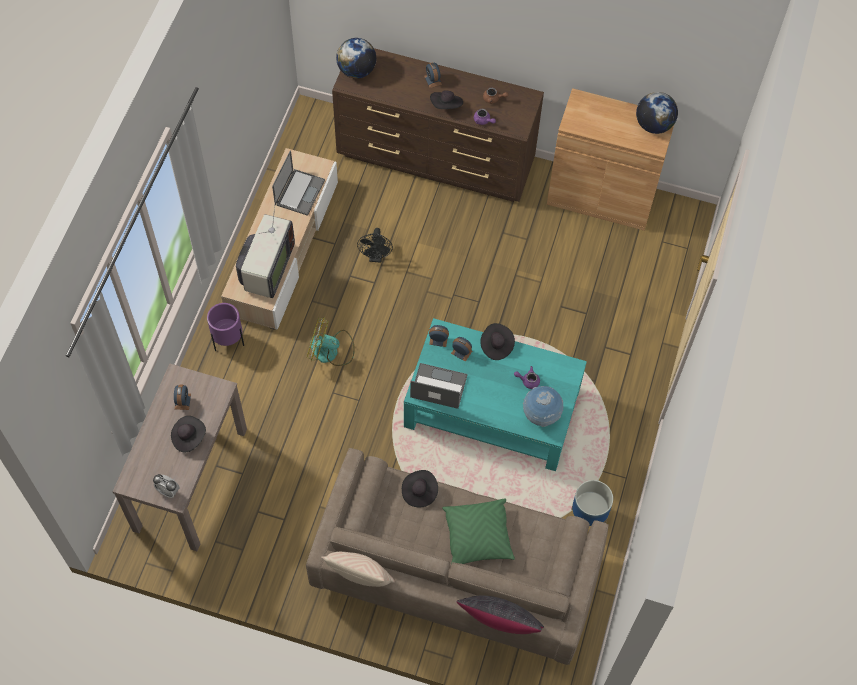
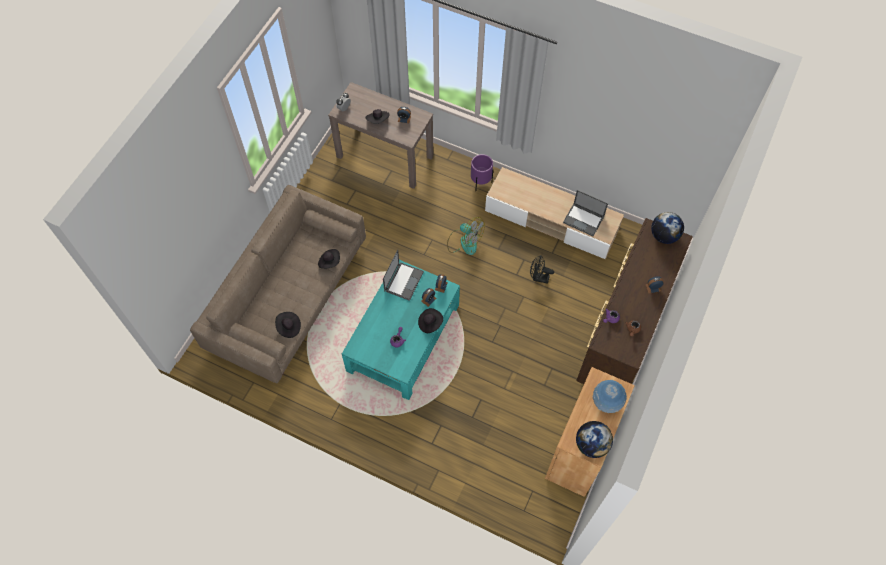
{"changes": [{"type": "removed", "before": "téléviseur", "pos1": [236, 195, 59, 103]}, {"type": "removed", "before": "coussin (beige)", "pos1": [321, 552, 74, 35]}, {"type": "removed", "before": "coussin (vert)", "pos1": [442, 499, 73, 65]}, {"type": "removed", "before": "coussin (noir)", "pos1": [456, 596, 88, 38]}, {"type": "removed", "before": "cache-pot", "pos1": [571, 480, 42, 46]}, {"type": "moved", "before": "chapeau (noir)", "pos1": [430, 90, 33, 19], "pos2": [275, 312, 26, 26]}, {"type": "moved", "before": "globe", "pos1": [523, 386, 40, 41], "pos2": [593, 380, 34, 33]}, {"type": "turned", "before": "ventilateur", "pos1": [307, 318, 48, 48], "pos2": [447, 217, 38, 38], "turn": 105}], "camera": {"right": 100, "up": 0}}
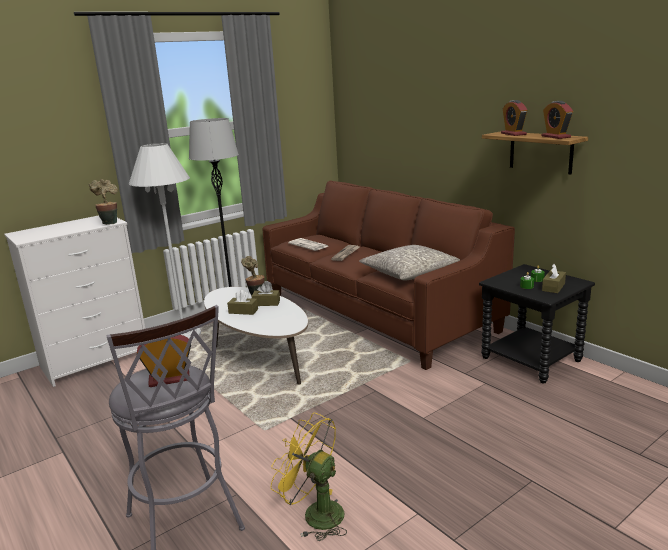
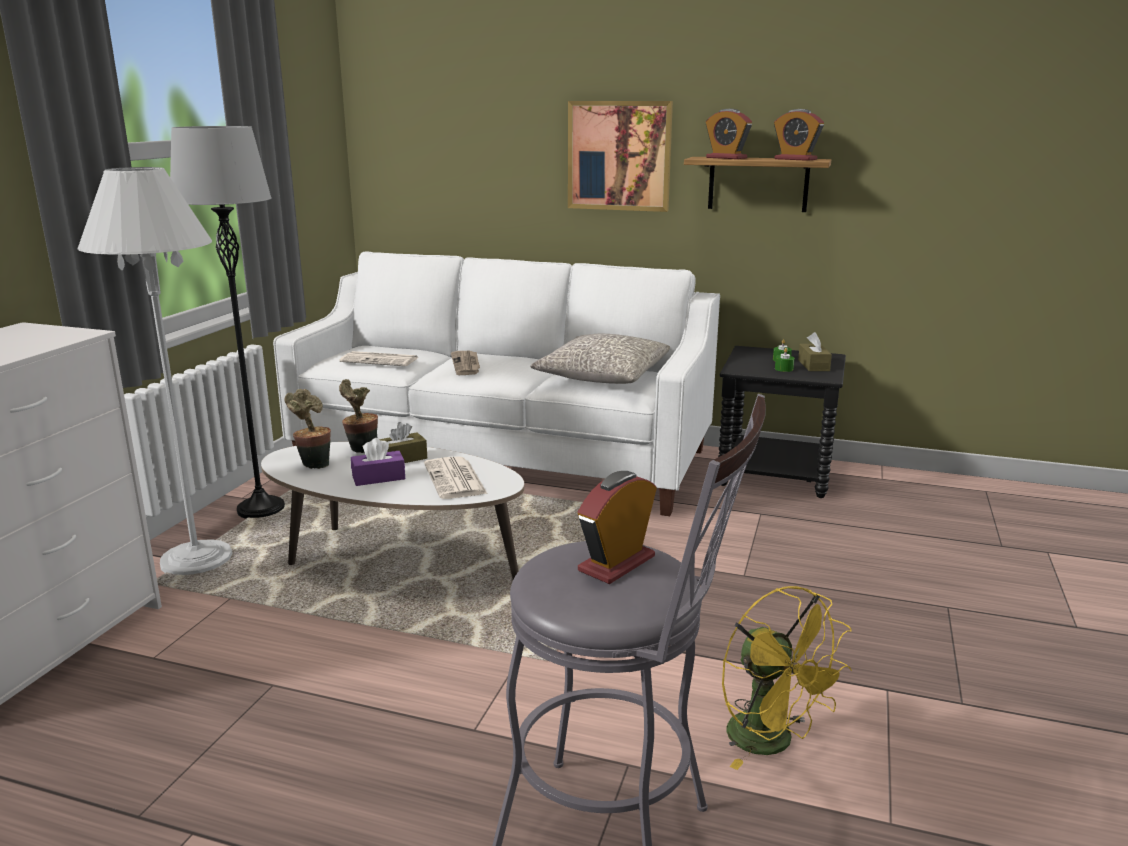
{"changes": [{"type": "added", "after": "journal", "pos2": [424, 456, 63, 43]}, {"type": "added", "after": "tableau", "pos2": [568, 101, 105, 111]}, {"type": "moved", "before": "plante en pot", "pos1": [89, 179, 29, 46], "pos2": [284, 389, 47, 80]}, {"type": "recoloured", "before": "boîte à mouchoirs (marron)", "after": "boîte à mouchoirs (violet)", "pos1": [227, 290, 31, 25], "pos2": [351, 438, 54, 48]}, {"type": "recoloured", "before": "canapé (marron)", "after": "canapé (blanc)", "pos1": [262, 181, 253, 189], "pos2": [273, 251, 447, 265]}, {"type": "turned", "before": "ventilateur (jaune)", "pos1": [271, 413, 76, 128], "pos2": [722, 586, 130, 184], "turn": -120}], "camera": {"right": -35, "up": 0}}
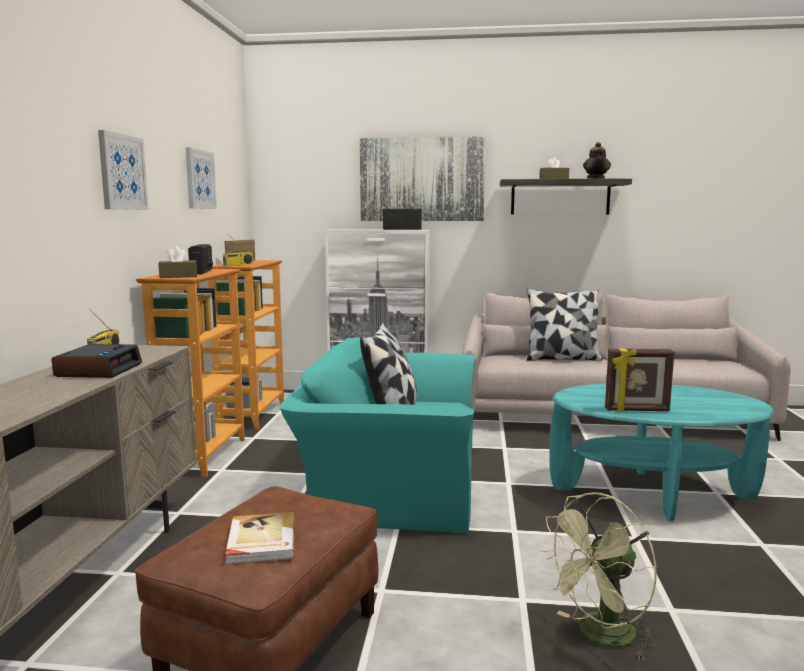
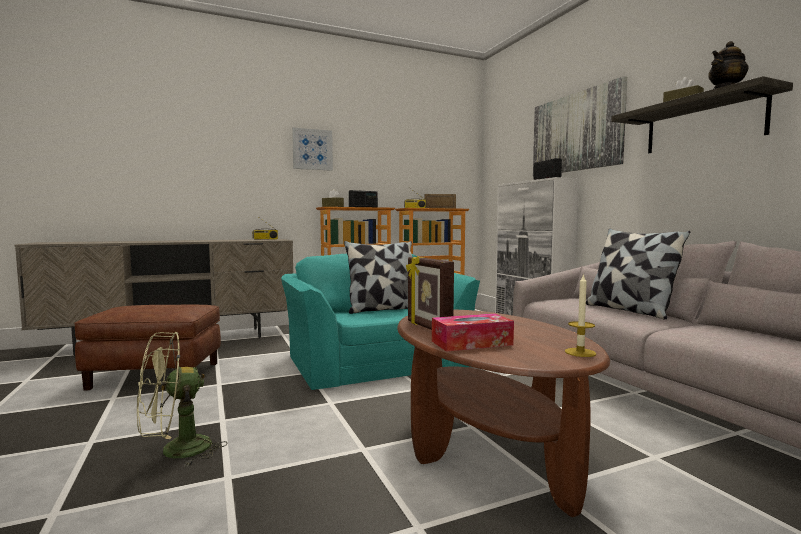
{"changes": [{"type": "removed", "before": "réveil", "pos1": [51, 344, 91, 34]}, {"type": "removed", "before": "tableau", "pos1": [186, 147, 31, 62]}, {"type": "removed", "before": "livre", "pos1": [225, 512, 70, 53]}, {"type": "added", "after": "boîte à mouchoirs", "pos2": [432, 313, 82, 39]}, {"type": "added", "after": "bougie", "pos2": [565, 273, 31, 84]}, {"type": "recoloured", "before": "table basse (turquoise)", "after": "table basse (marron)", "pos1": [549, 384, 225, 137], "pos2": [397, 310, 213, 207]}, {"type": "turned", "before": "ventilateur (vert)", "pos1": [540, 492, 117, 169], "pos2": [137, 332, 90, 135], "turn": -60}], "camera": {"right": 60, "up": -5}}
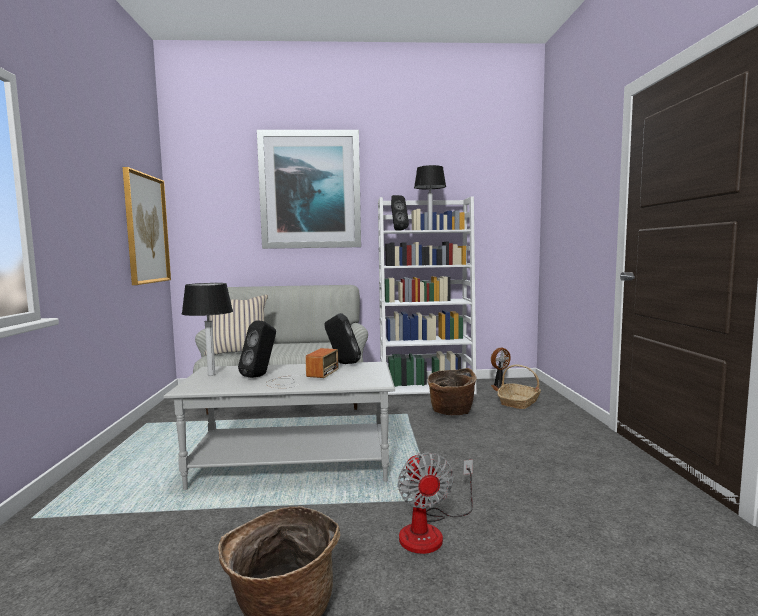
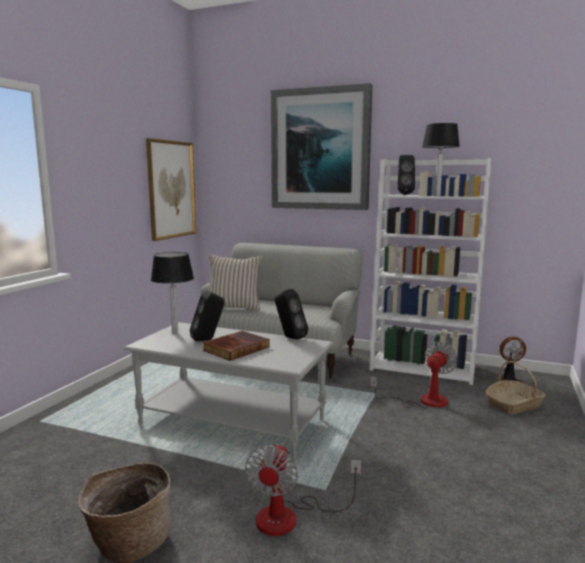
{"changes": [{"type": "replaced", "before": "radio", "after": "livre", "pos1": [266, 348, 72, 40], "pos2": [203, 331, 66, 30]}, {"type": "replaced", "before": "panier", "after": "ventilateur", "pos1": [427, 368, 50, 47], "pos2": [370, 342, 88, 66]}], "camera": {"right": 25, "up": 5}}
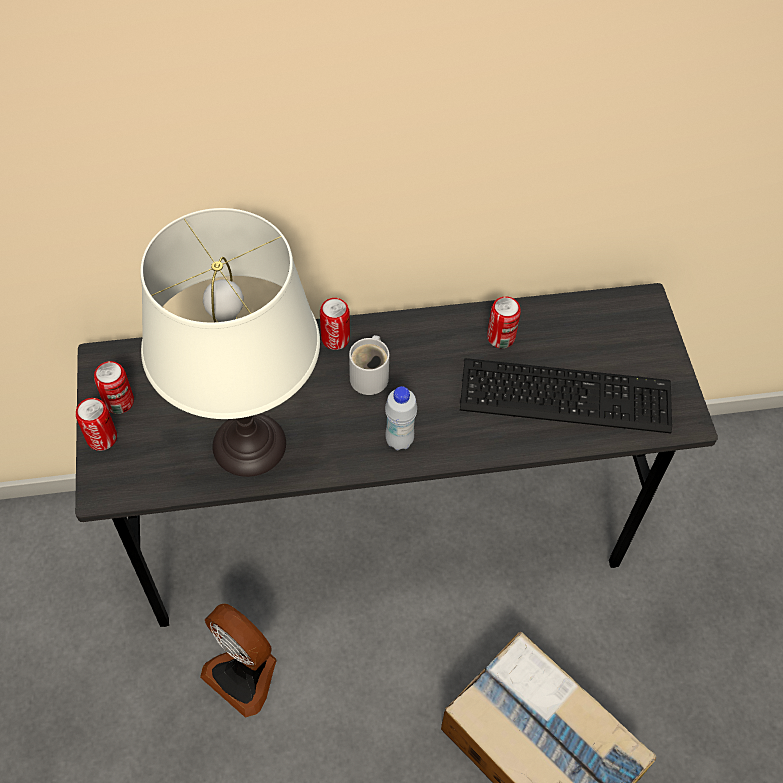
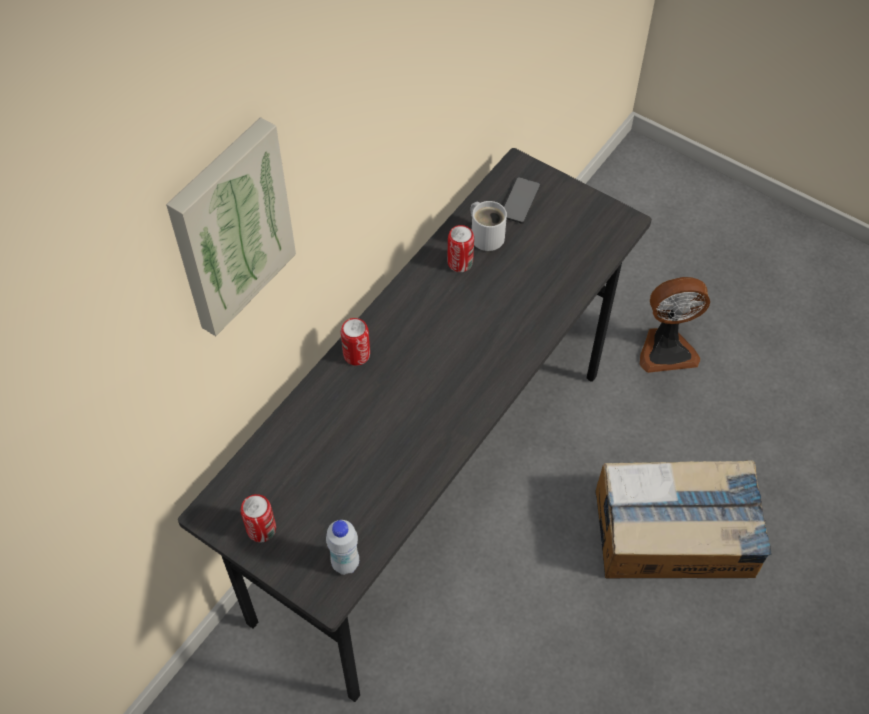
{"changes": [{"type": "removed", "before": "boîte métallique", "pos1": [76, 398, 41, 53]}, {"type": "removed", "before": "lampe de table (blanc)", "pos1": [140, 208, 180, 269]}, {"type": "removed", "before": "clavier", "pos1": [460, 358, 212, 75]}, {"type": "added", "after": "tableau", "pos2": [166, 117, 130, 219]}, {"type": "added", "after": "téléphone", "pos2": [504, 177, 36, 47]}, {"type": "moved", "before": "ventilateur", "pos1": [200, 604, 77, 114], "pos2": [640, 277, 70, 96]}, {"type": "moved", "before": "mug (blanc)", "pos1": [349, 335, 40, 60], "pos2": [471, 201, 36, 50]}, {"type": "moved", "before": "bouteille (blanc)", "pos1": [385, 386, 32, 64], "pos2": [326, 520, 33, 55]}], "camera": {"right": -45, "up": 0}}
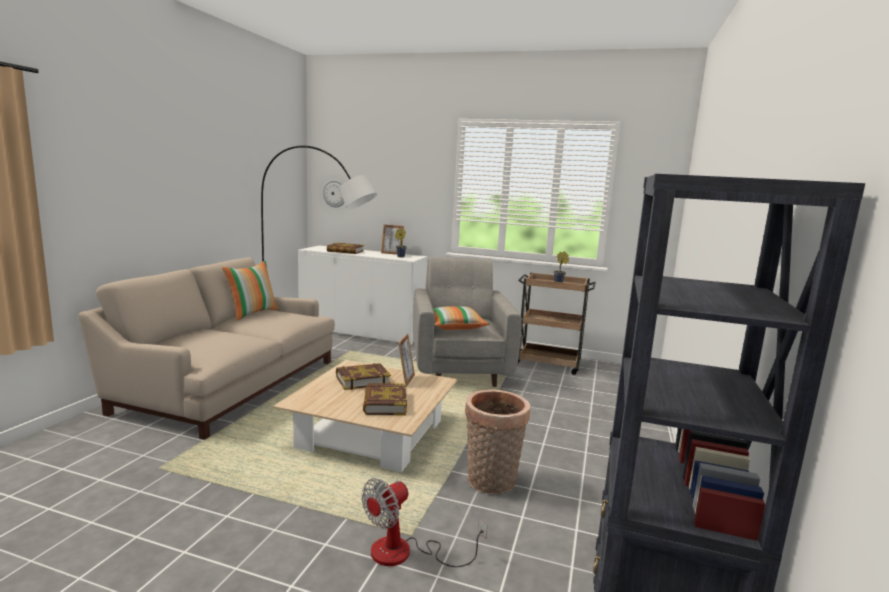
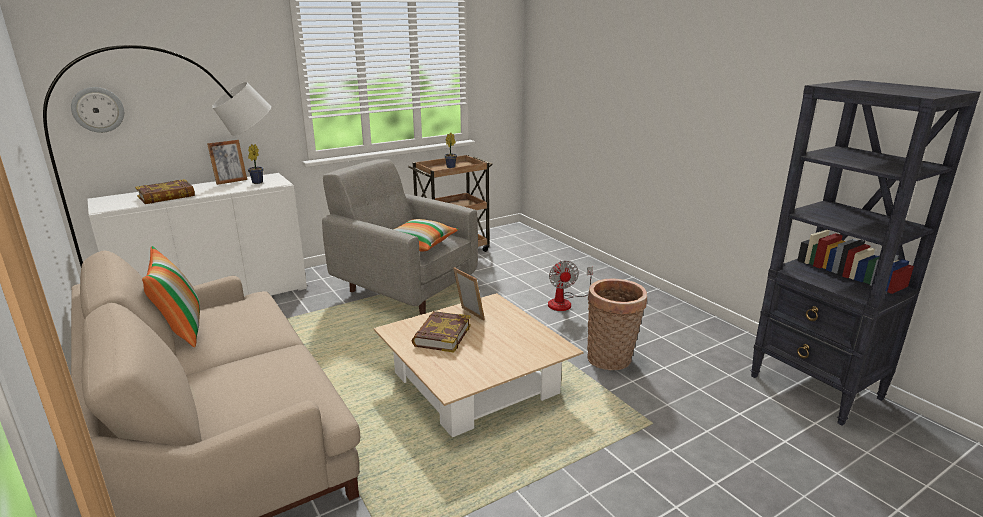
{"changes": [{"type": "removed", "before": "livre", "pos1": [363, 383, 44, 32]}, {"type": "moved", "before": "ventilateur", "pos1": [361, 478, 126, 89], "pos2": [548, 261, 45, 50]}], "camera": {"right": -50, "up": 10}}
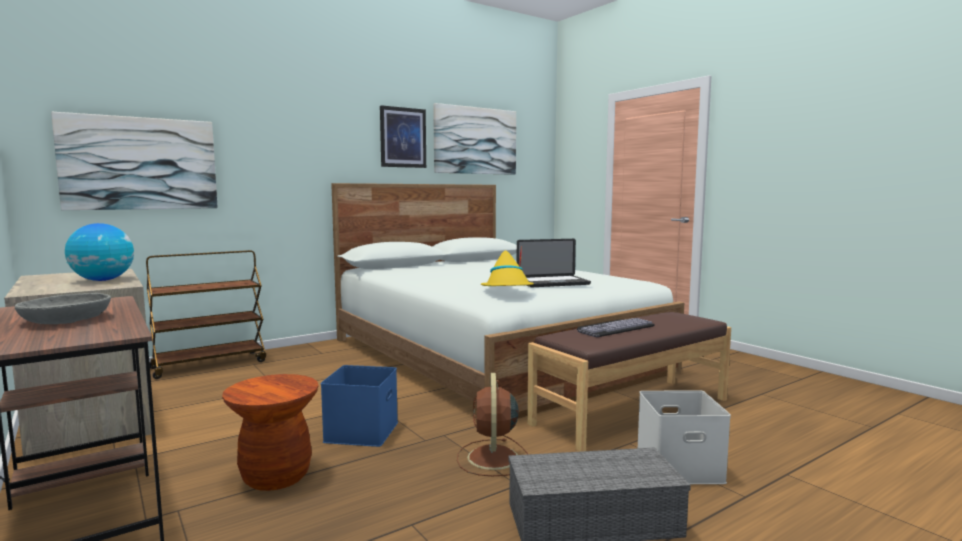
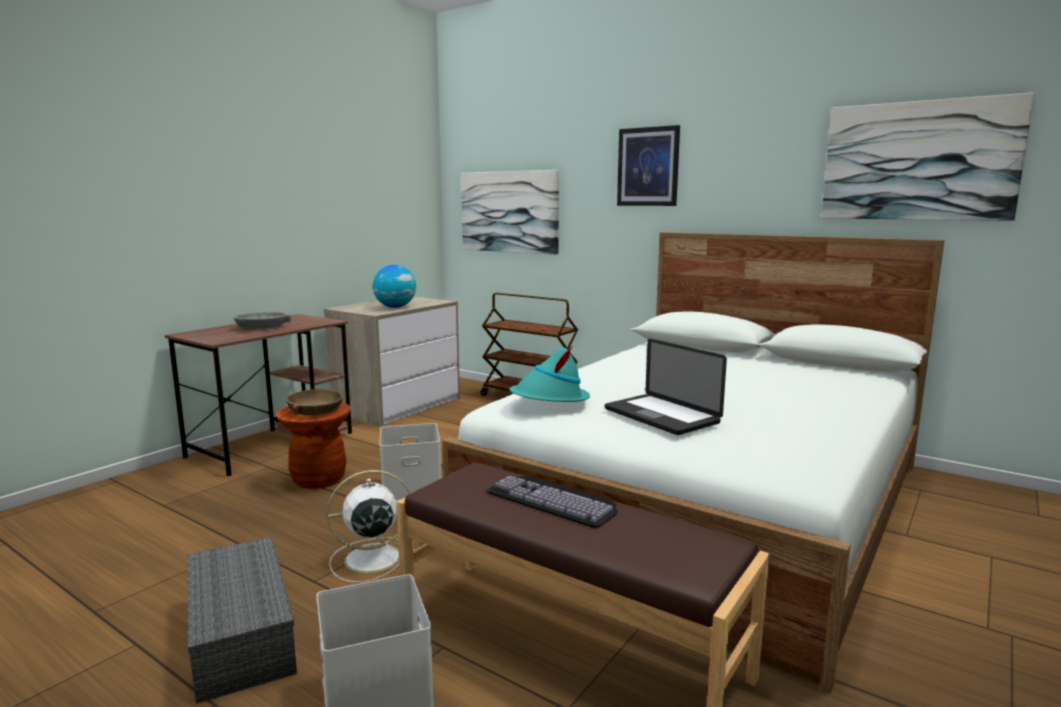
{"changes": [{"type": "added", "after": "bol (marron)", "pos2": [286, 389, 57, 26]}, {"type": "moved", "before": "tableau", "pos1": [380, 105, 46, 63], "pos2": [617, 125, 63, 81]}, {"type": "recoloured", "before": "boîte de rangement (bleu)", "after": "boîte de rangement (blanc)", "pos1": [321, 365, 77, 82], "pos2": [380, 423, 61, 78]}, {"type": "recoloured", "before": "ventilateur (marron)", "after": "ventilateur (blanc)", "pos1": [457, 373, 71, 103], "pos2": [327, 470, 87, 113]}, {"type": "recoloured", "before": "chapeau (jaune)", "after": "chapeau (turquoise)", "pos1": [481, 251, 53, 35], "pos2": [509, 345, 81, 57]}], "camera": {"right": 70, "up": 5}}
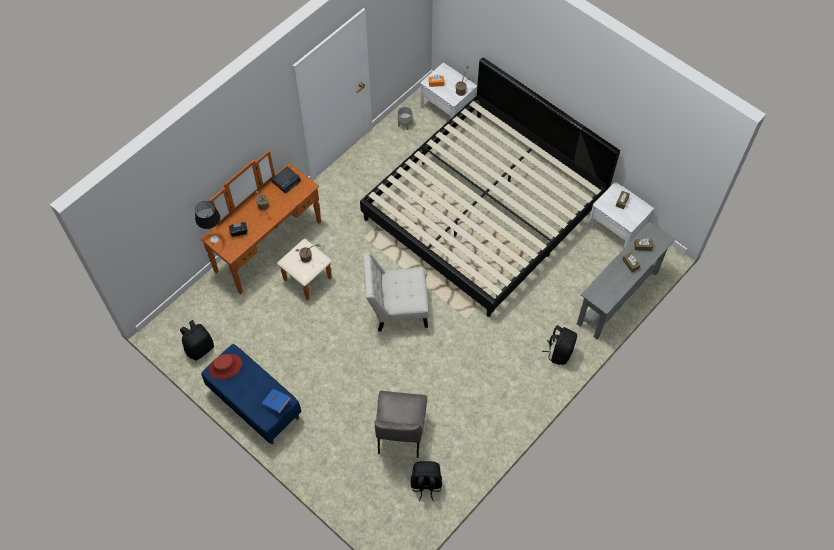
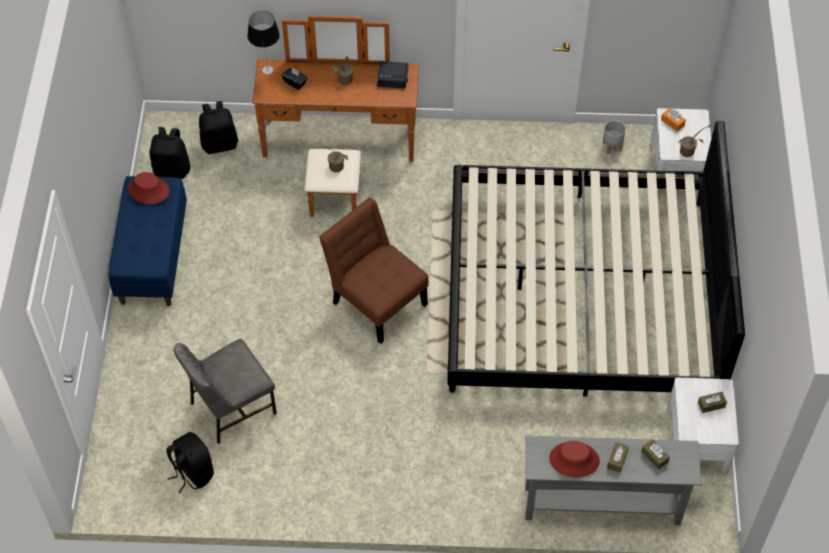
{"changes": [{"type": "removed", "before": "livre (bleu)", "pos1": [262, 389, 29, 24]}, {"type": "added", "after": "chapeau (rouge)", "pos2": [549, 441, 51, 36]}, {"type": "moved", "before": "sac à dos (noir)", "pos1": [542, 325, 35, 40], "pos2": [199, 101, 39, 53]}, {"type": "recoloured", "before": "chaise (blanc)", "after": "chaise (marron)", "pos1": [363, 252, 66, 80], "pos2": [319, 197, 110, 147]}], "camera": {"right": 50, "up": -5}}
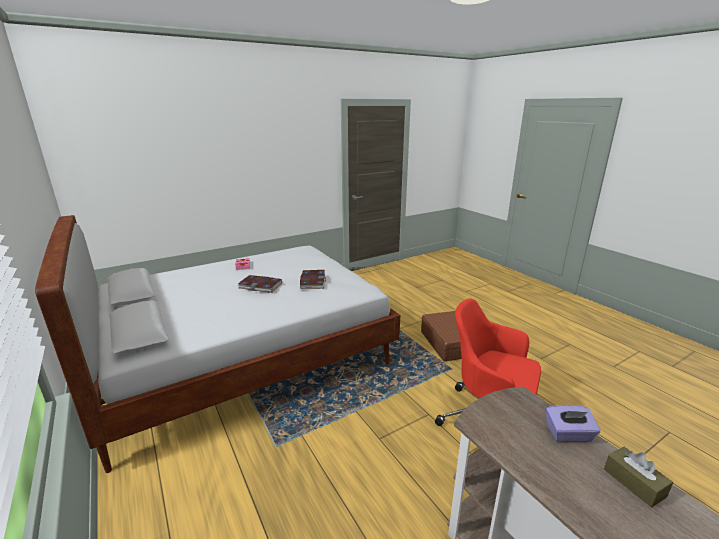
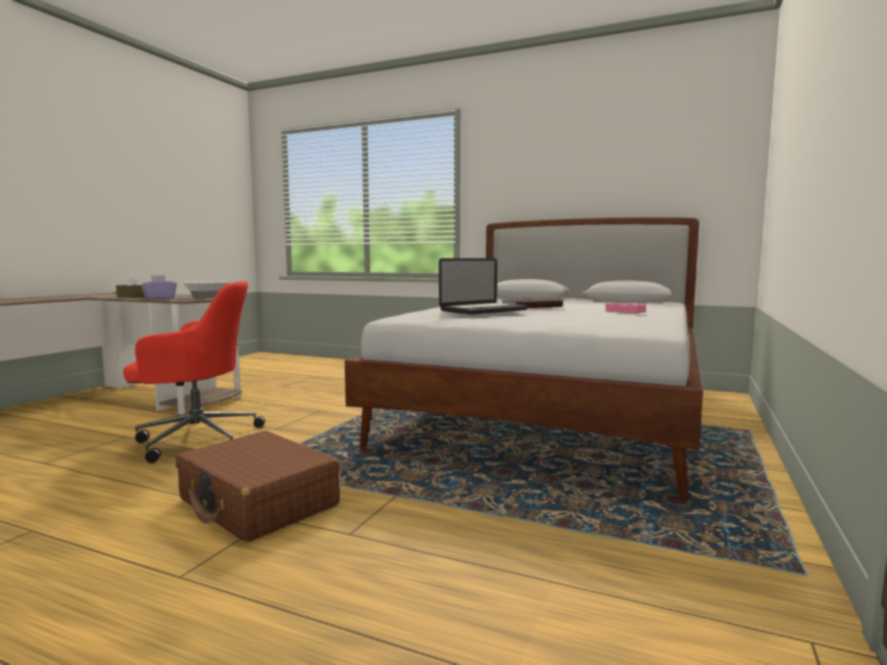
{"changes": [{"type": "added", "after": "bol", "pos2": [182, 281, 47, 17]}, {"type": "replaced", "before": "livre", "after": "ordinateur portable", "pos1": [300, 270, 26, 19], "pos2": [439, 258, 89, 57]}], "camera": {"right": 145, "up": -15}}
